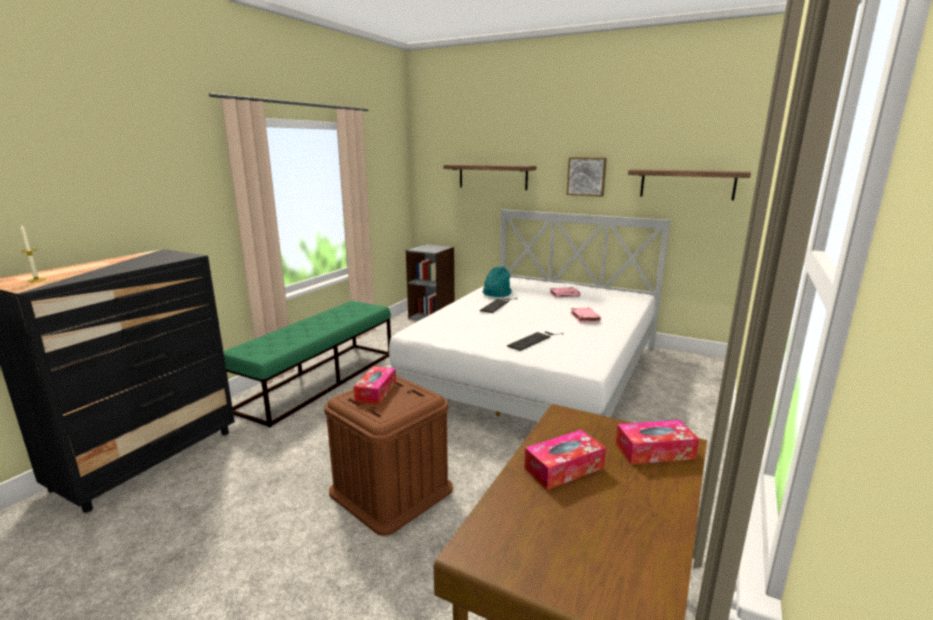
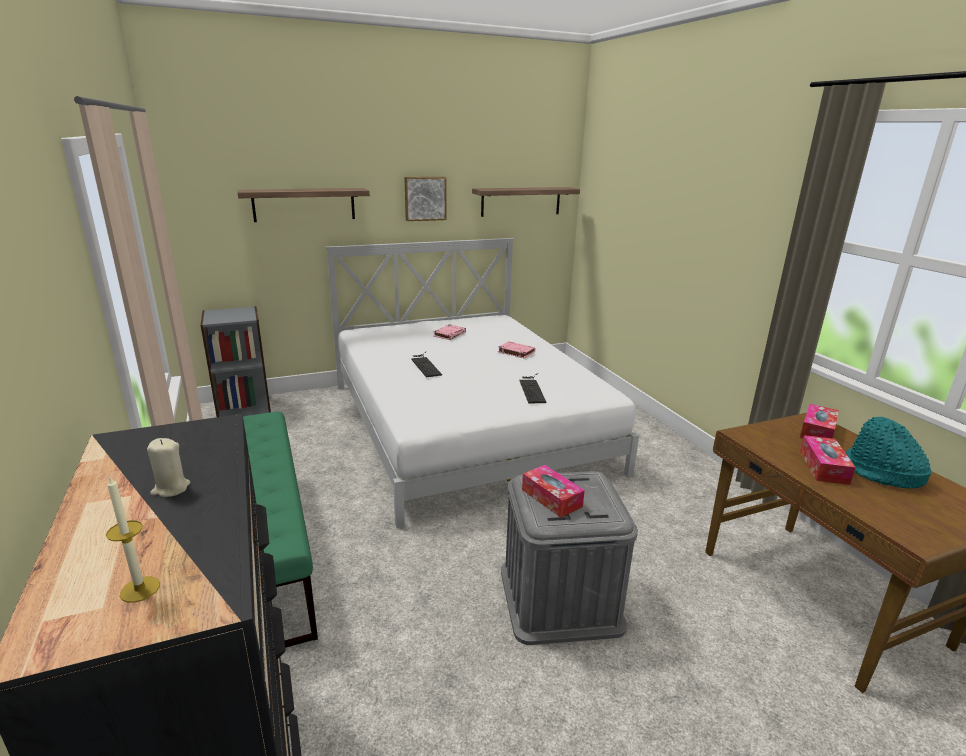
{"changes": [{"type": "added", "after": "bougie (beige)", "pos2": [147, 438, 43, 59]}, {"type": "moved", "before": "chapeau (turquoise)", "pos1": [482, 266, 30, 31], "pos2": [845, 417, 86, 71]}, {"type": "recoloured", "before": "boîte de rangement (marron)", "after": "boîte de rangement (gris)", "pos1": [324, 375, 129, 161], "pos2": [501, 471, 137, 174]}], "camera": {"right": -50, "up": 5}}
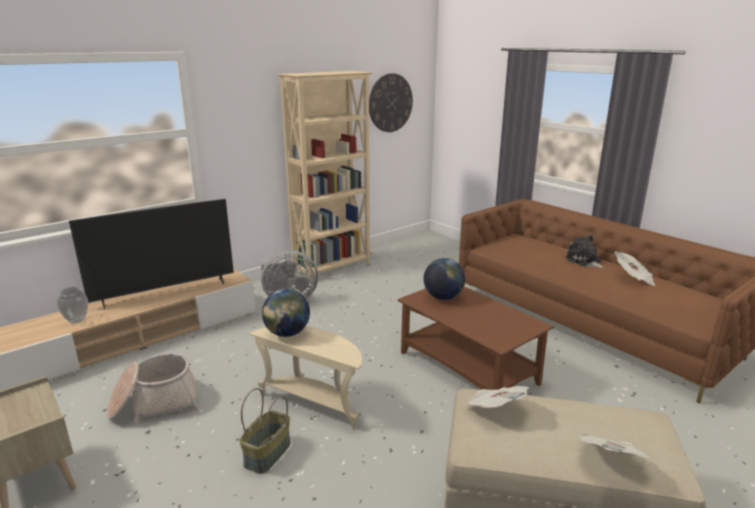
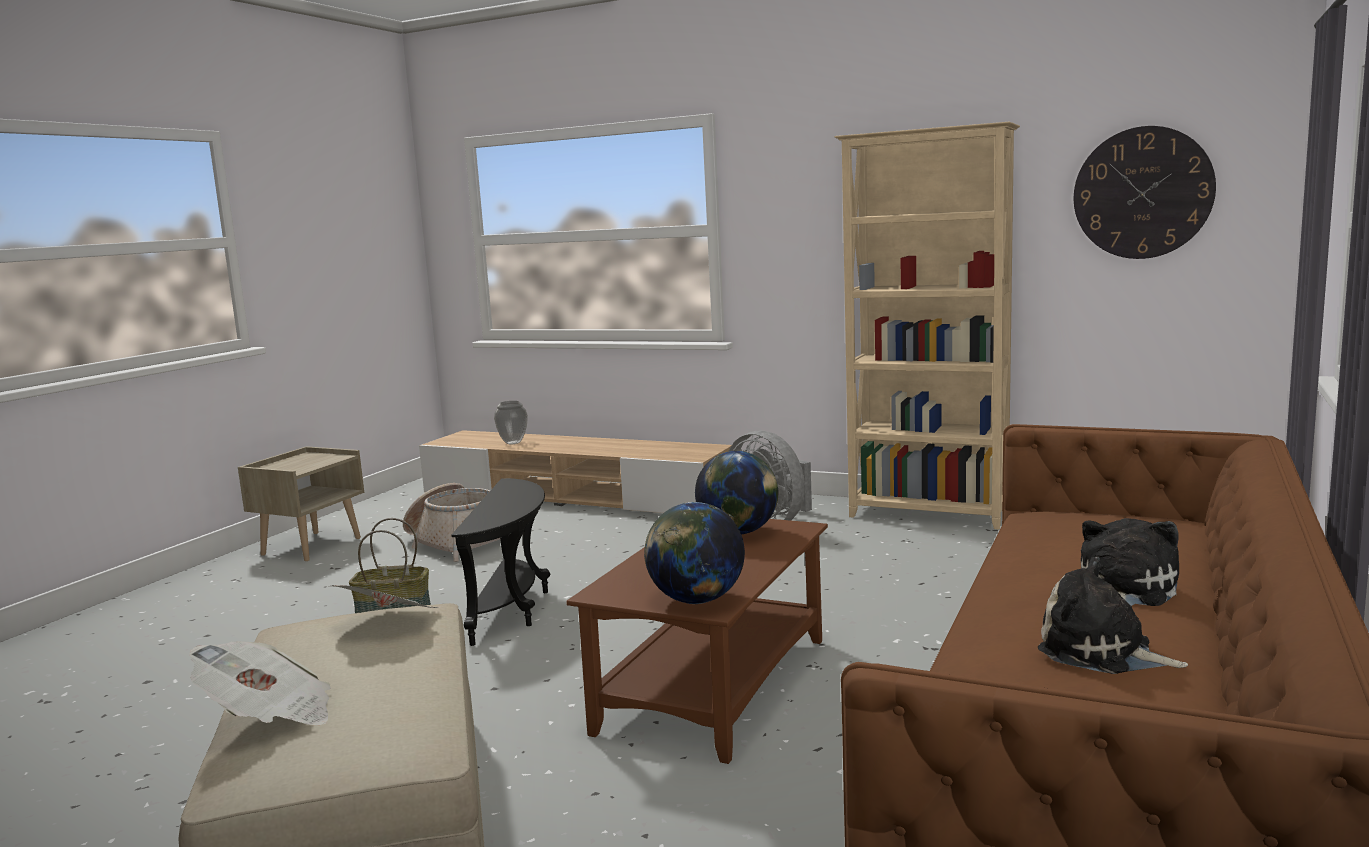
{"changes": [{"type": "removed", "before": "téléviseur", "pos1": [69, 199, 165, 111]}, {"type": "moved", "before": "globe", "pos1": [262, 289, 48, 48], "pos2": [644, 502, 101, 102]}, {"type": "replaced", "before": "journal", "after": "peluche", "pos1": [614, 251, 41, 35], "pos2": [1038, 557, 150, 117]}, {"type": "recoloured", "before": "table d'appoint (beige)", "after": "table d'appoint (noir)", "pos1": [249, 326, 113, 104], "pos2": [451, 478, 99, 168]}], "camera": {"right": 65, "up": -10}}
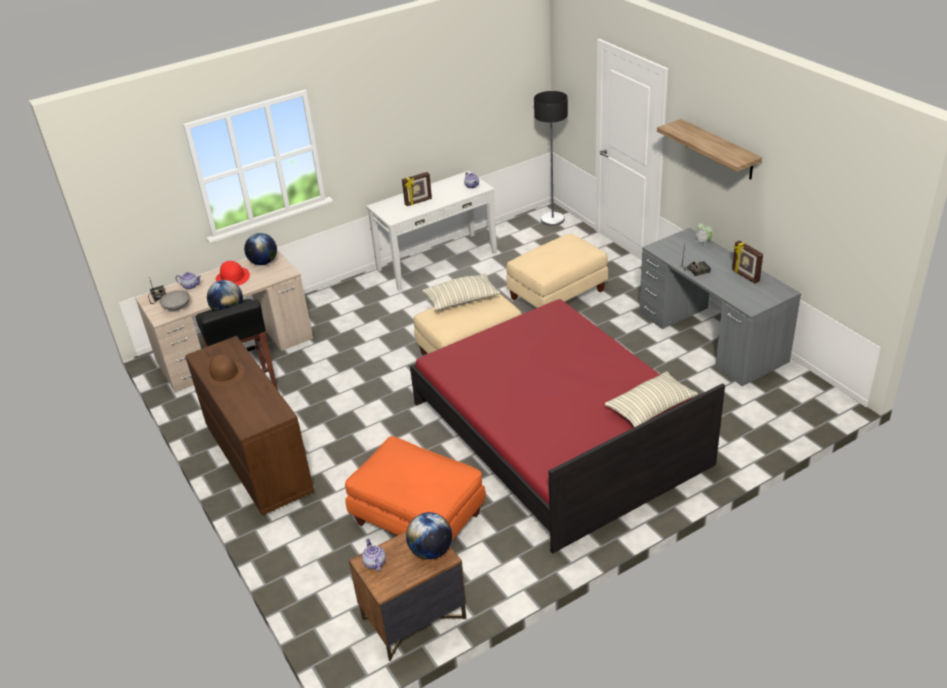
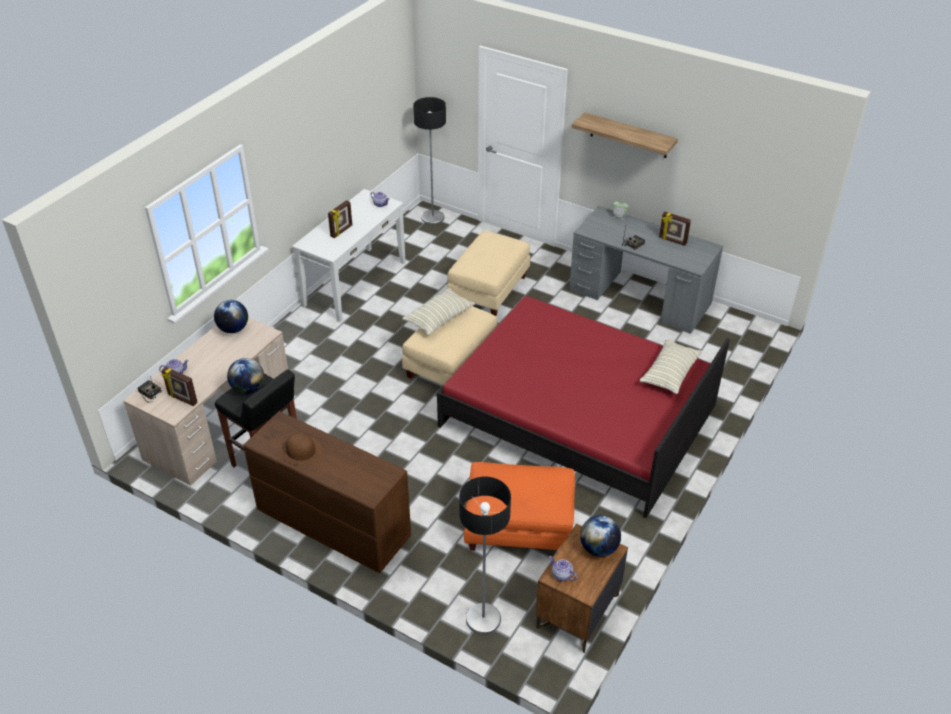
{"changes": [{"type": "removed", "before": "chapeau (rouge)", "pos1": [216, 261, 34, 25]}, {"type": "added", "after": "lampadaire", "pos2": [459, 477, 52, 157]}, {"type": "replaced", "before": "bol (gris)", "after": "cadre photo", "pos1": [159, 290, 31, 21], "pos2": [162, 367, 36, 39]}], "camera": {"right": -30, "up": 5}}
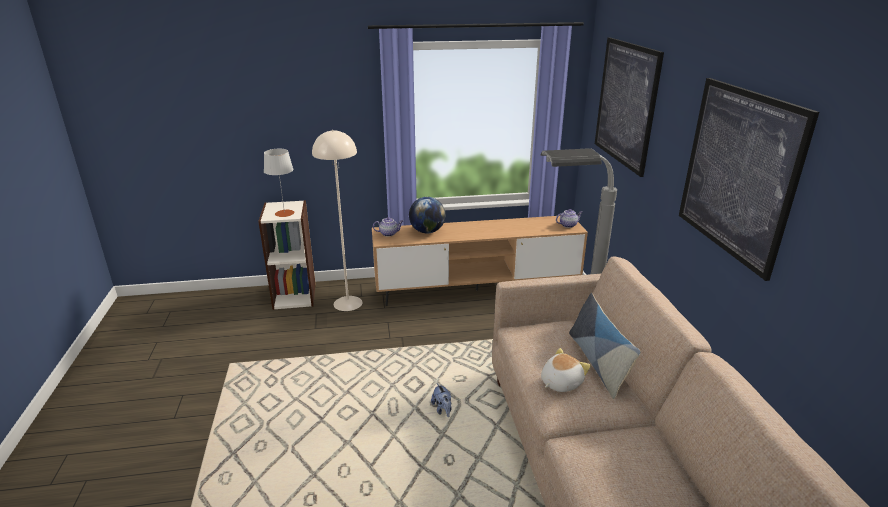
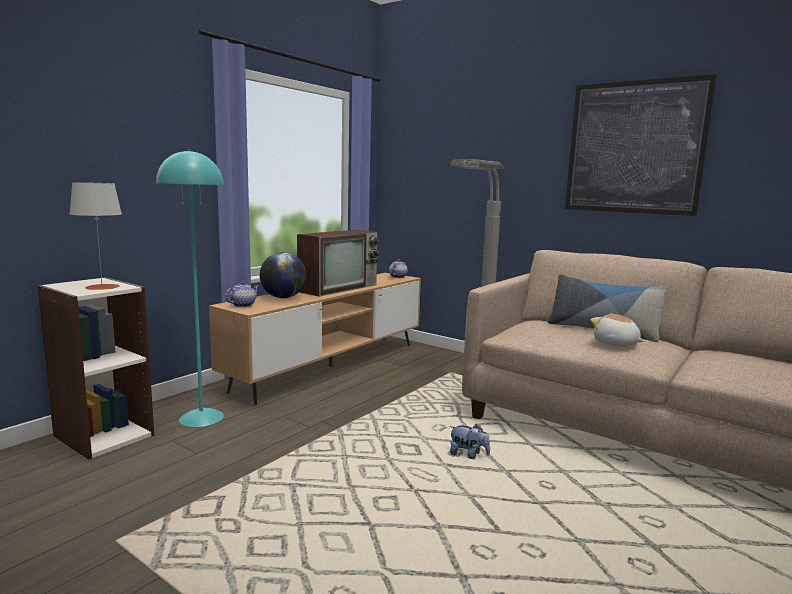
{"changes": [{"type": "removed", "before": "tableau", "pos1": [595, 37, 69, 140]}, {"type": "added", "after": "téléviseur", "pos2": [297, 230, 83, 67]}, {"type": "recoloured", "before": "lampadaire (beige)", "after": "lampadaire (turquoise)", "pos1": [312, 130, 51, 181], "pos2": [156, 149, 68, 278]}, {"type": "turned", "before": "peluche", "pos1": [541, 348, 50, 44], "pos2": [591, 313, 53, 34], "turn": -45}], "camera": {"right": -45, "up": -15}}
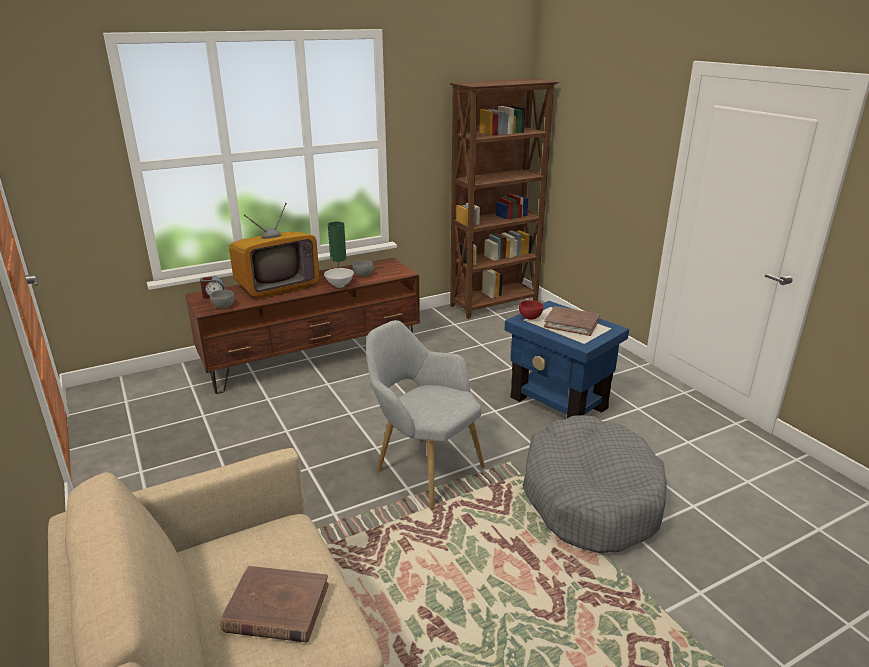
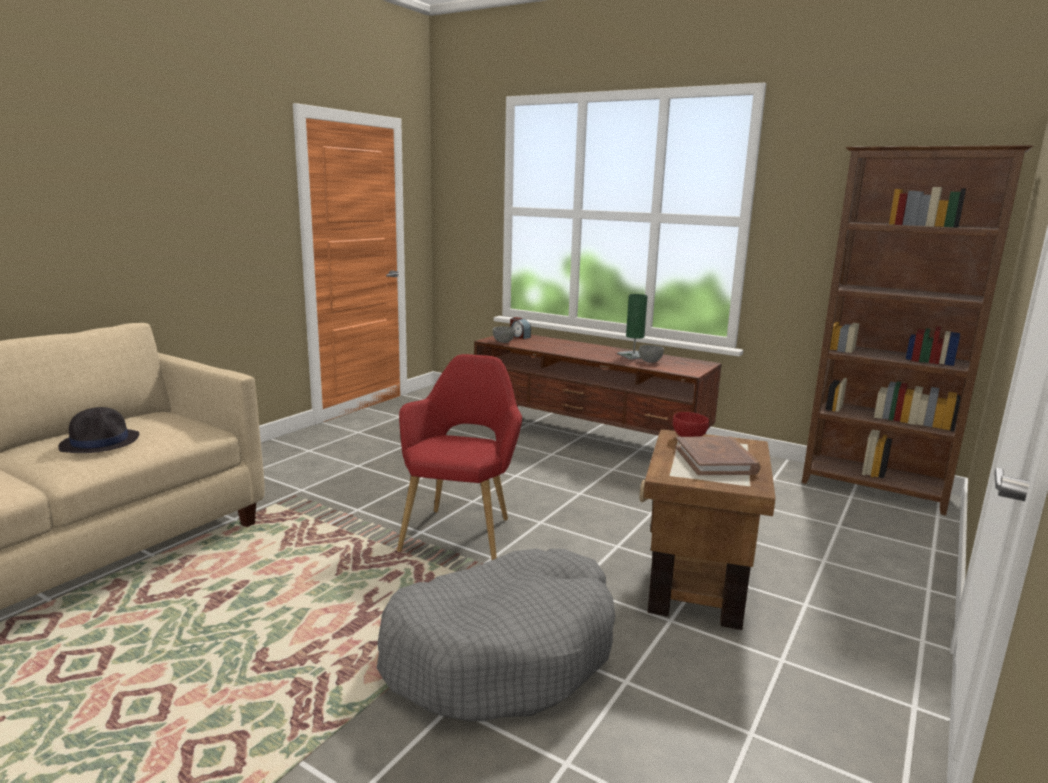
{"changes": [{"type": "removed", "before": "téléviseur", "pos1": [229, 203, 90, 96]}, {"type": "removed", "before": "bol (blanc)", "pos1": [324, 268, 30, 20]}, {"type": "replaced", "before": "livre (marron)", "after": "chapeau (noir)", "pos1": [220, 566, 109, 76], "pos2": [58, 407, 81, 46]}, {"type": "recoloured", "before": "fauteuil (gris)", "after": "fauteuil (rouge)", "pos1": [366, 320, 119, 188], "pos2": [397, 354, 125, 206]}, {"type": "recoloured", "before": "table d'appoint (bleu)", "after": "table d'appoint (marron)", "pos1": [505, 301, 124, 117], "pos2": [639, 429, 136, 201]}], "camera": {"right": 60, "up": -10}}
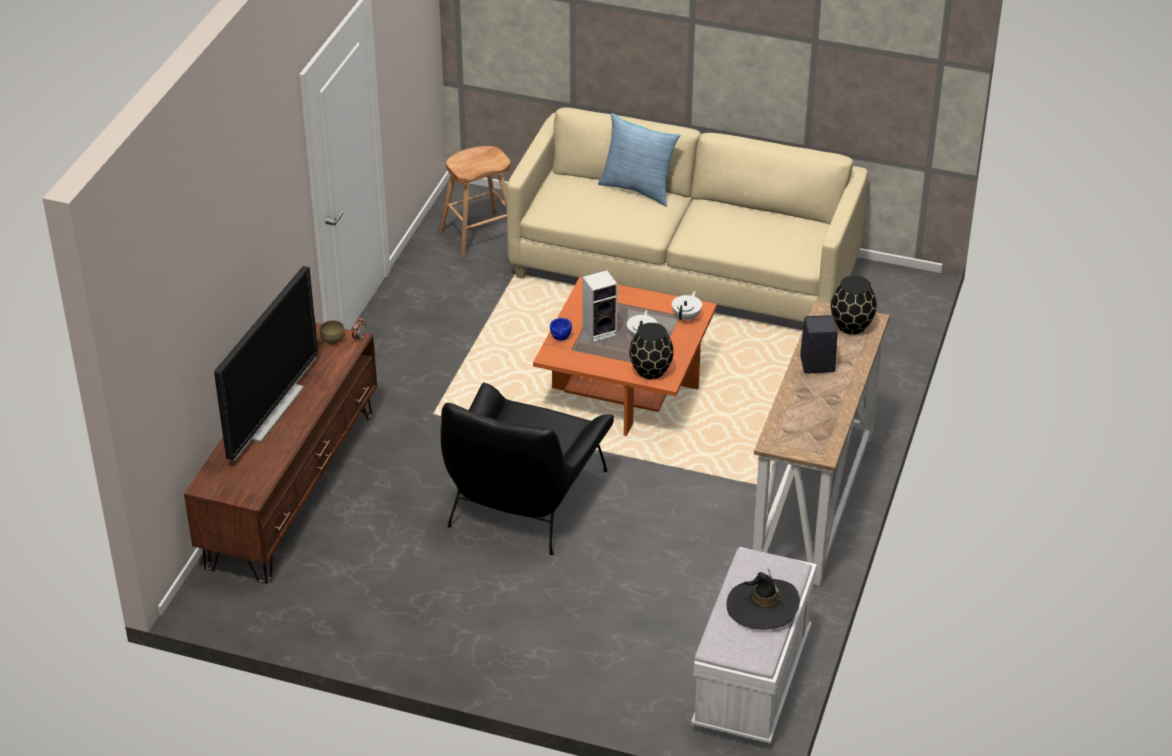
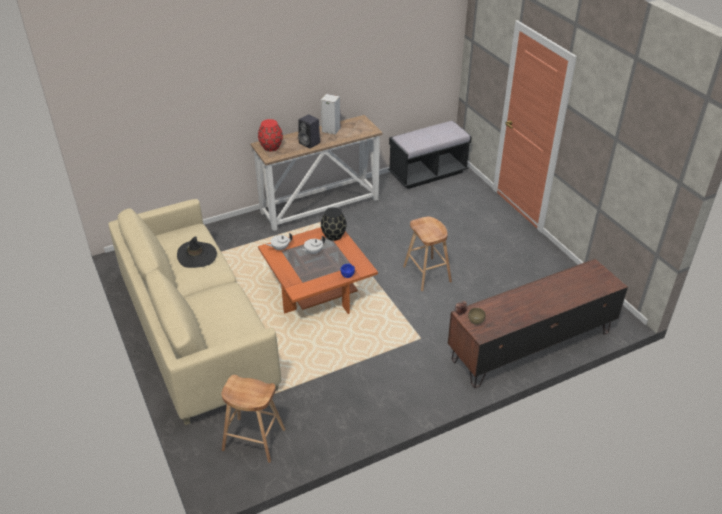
{"changes": [{"type": "removed", "before": "téléviseur", "pos1": [214, 266, 104, 195]}, {"type": "removed", "before": "coussin", "pos1": [598, 113, 82, 94]}, {"type": "moved", "before": "enceinte", "pos1": [582, 270, 36, 73], "pos2": [321, 94, 19, 41]}, {"type": "moved", "before": "chapeau (noir)", "pos1": [726, 568, 74, 62], "pos2": [177, 236, 40, 32]}, {"type": "replaced", "before": "fauteuil (noir)", "after": "tabouret (marron)", "pos1": [440, 382, 174, 173], "pos2": [403, 216, 49, 75]}, {"type": "recoloured", "before": "banc (blanc)", "after": "banc (noir)", "pos1": [691, 547, 126, 196], "pos2": [388, 121, 84, 68]}, {"type": "recoloured", "before": "vase (noir)", "after": "vase (rouge)", "pos1": [831, 276, 46, 58], "pos2": [258, 119, 25, 33]}], "camera": {"right": -135, "up": 0}}
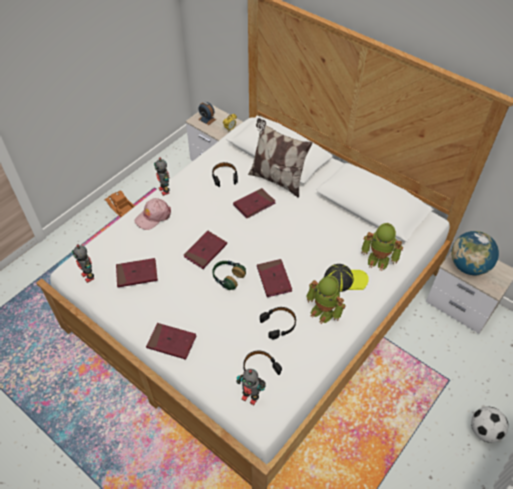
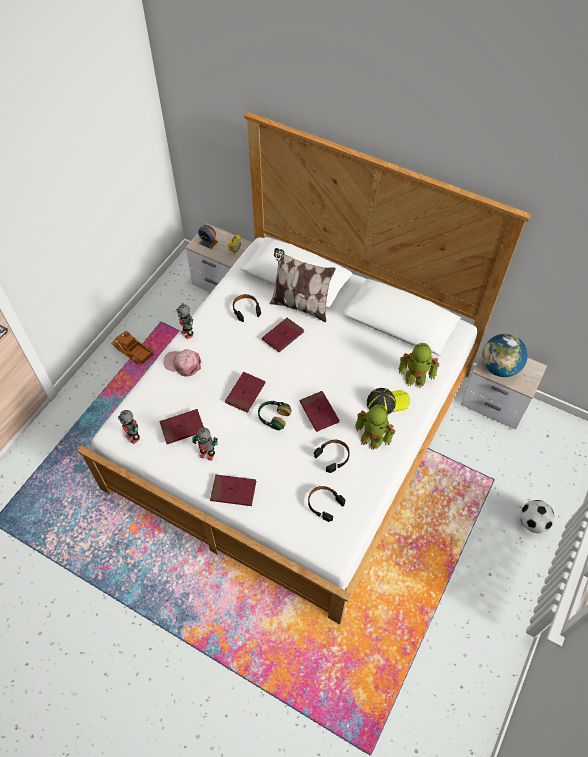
{"changes": [{"type": "moved", "before": "robot jouet", "pos1": [236, 369, 29, 36], "pos2": [192, 427, 26, 34]}, {"type": "turned", "before": "casquette (rose)", "pos1": [135, 198, 36, 32], "pos2": [164, 349, 37, 28], "turn": 75}], "camera": {"right": -10, "up": 5}}
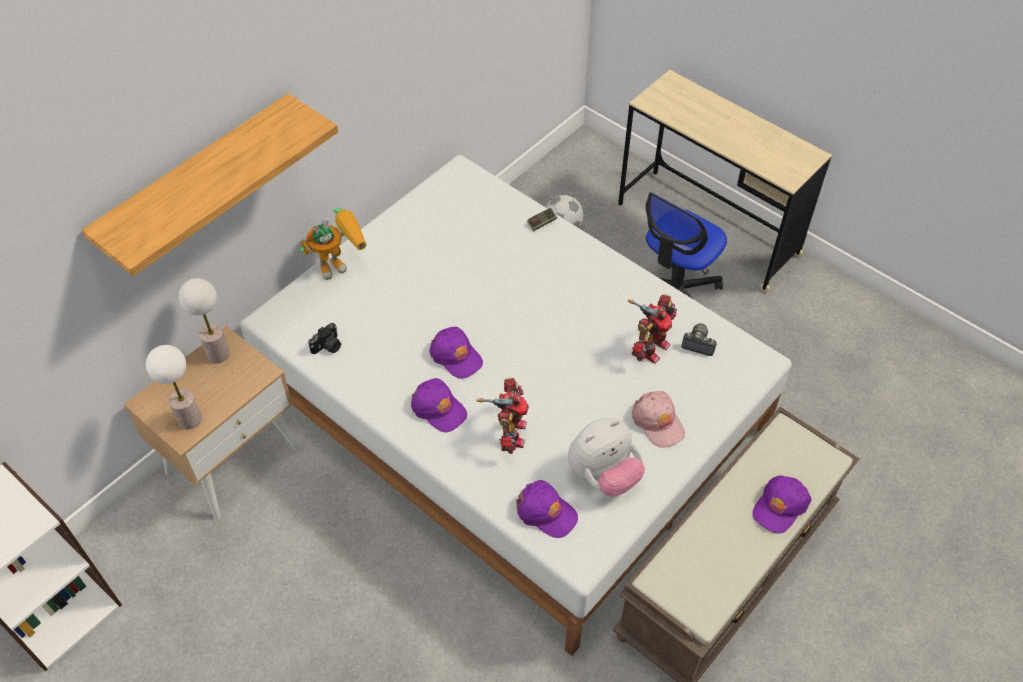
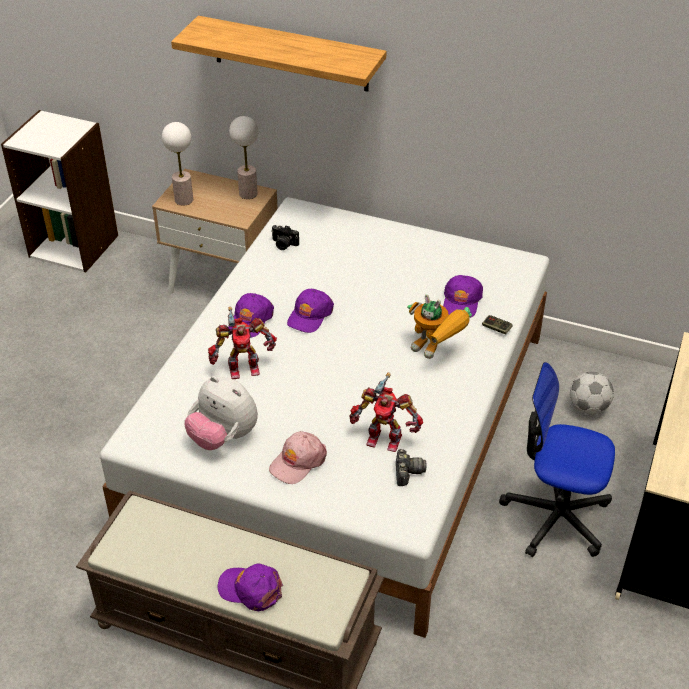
{"changes": [{"type": "moved", "before": "robot jouet", "pos1": [300, 208, 66, 72], "pos2": [407, 294, 65, 65]}, {"type": "moved", "before": "casquette (violet)", "pos1": [516, 480, 62, 58], "pos2": [443, 275, 40, 43]}], "camera": {"right": 70, "up": -10}}
